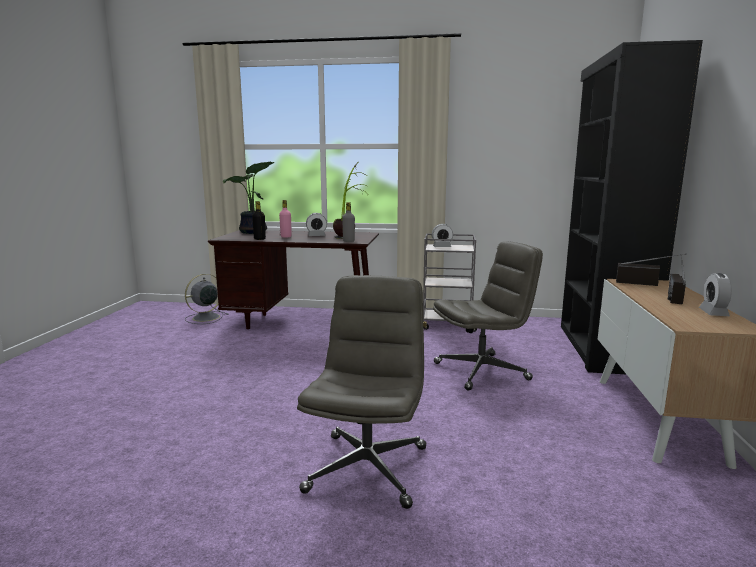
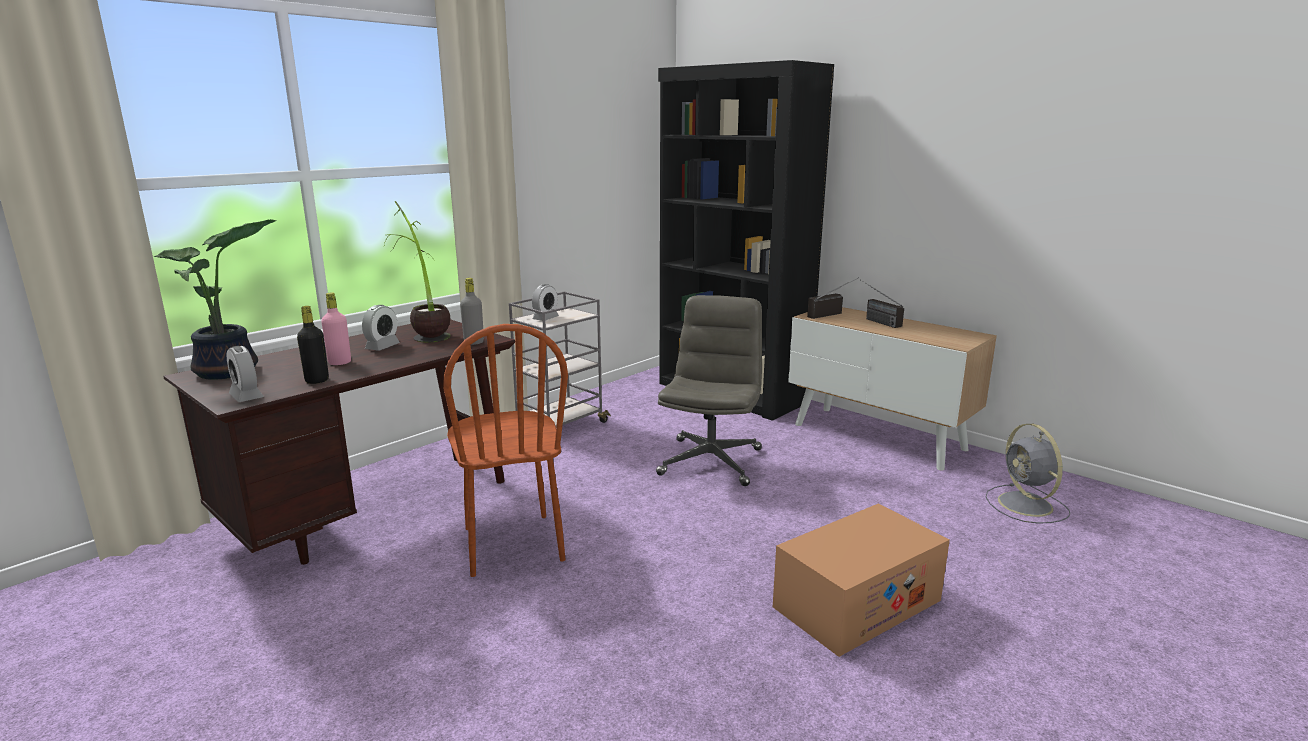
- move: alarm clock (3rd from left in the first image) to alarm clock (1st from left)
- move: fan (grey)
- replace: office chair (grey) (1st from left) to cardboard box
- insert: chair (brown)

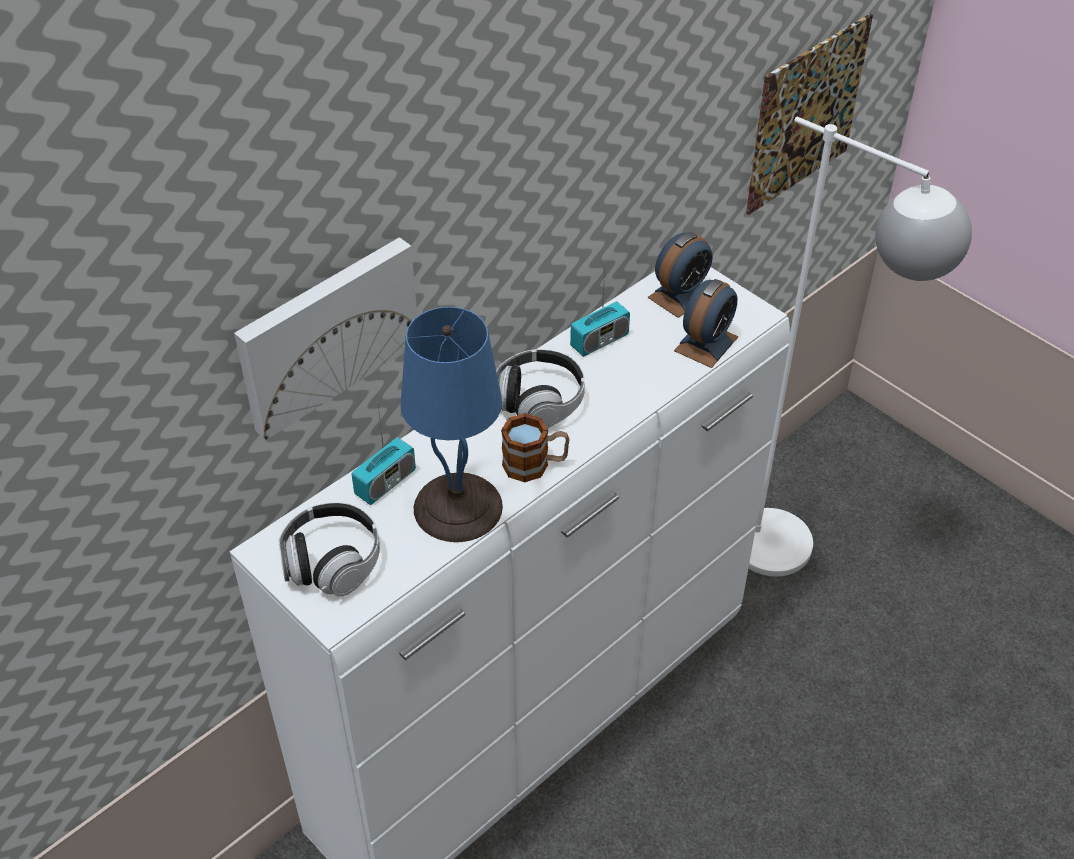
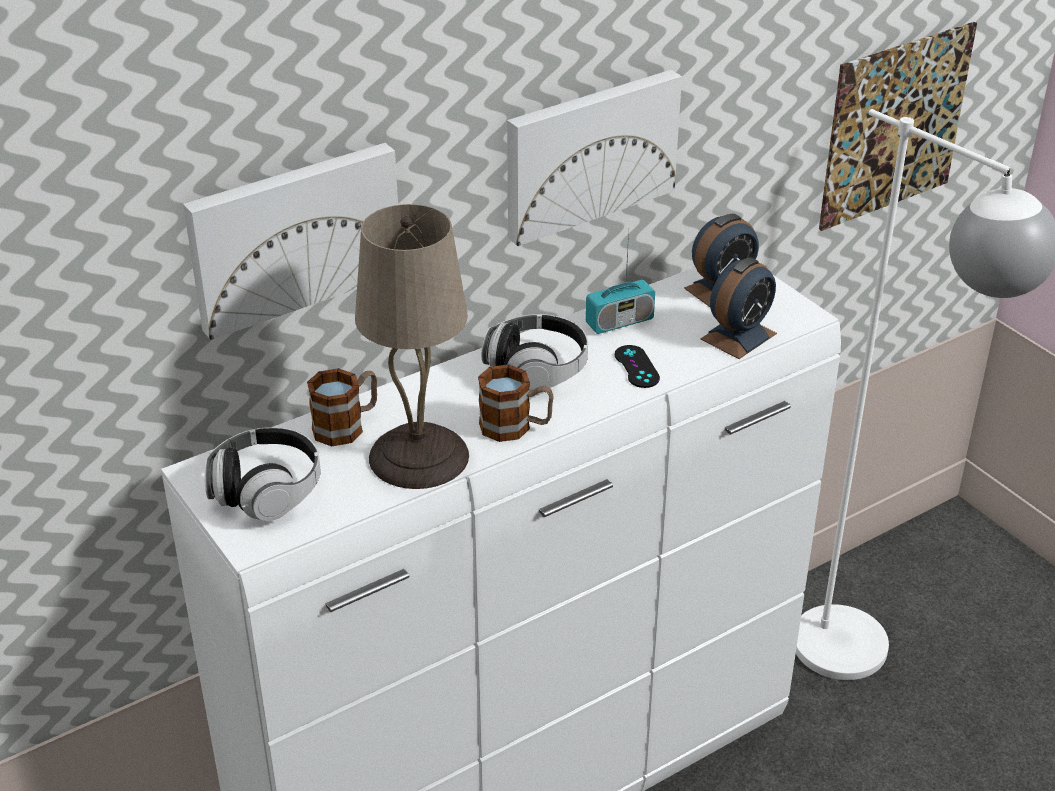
- recolor: table lamp (blue) to table lamp (beige)
- replace: radio (1st from left) to mug (1st from left)
- insert: picture (2nd from left)
- insert: game controller (black)

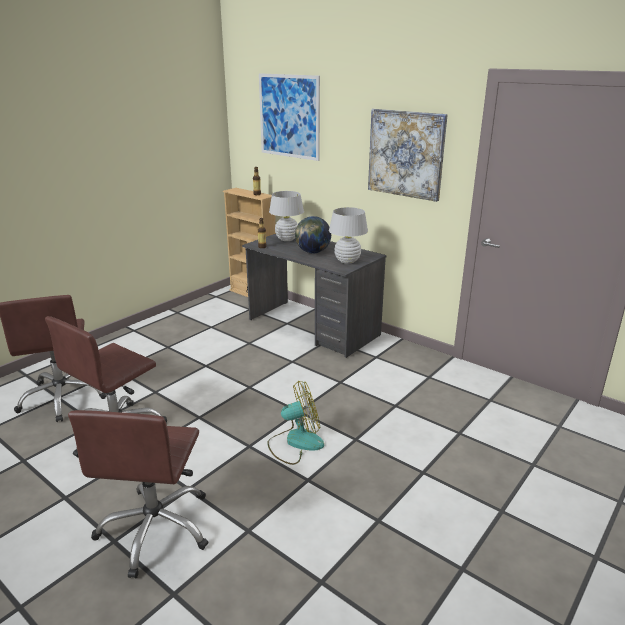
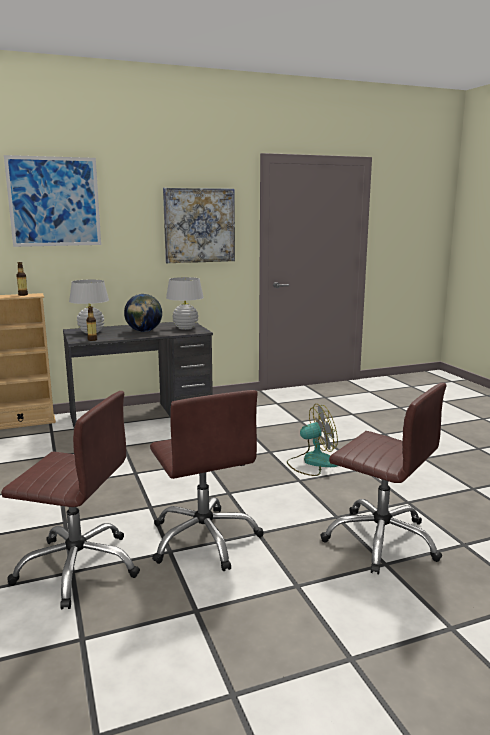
- rotate: fan 60 degrees clockwise

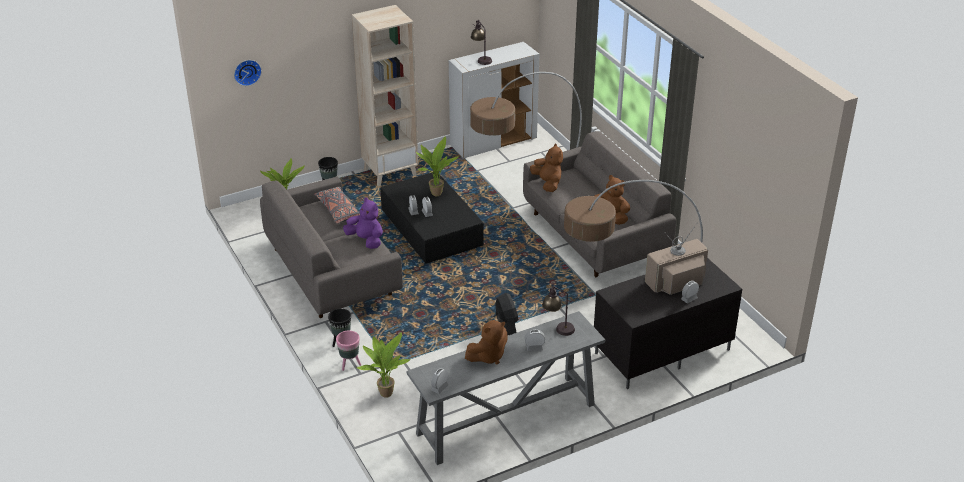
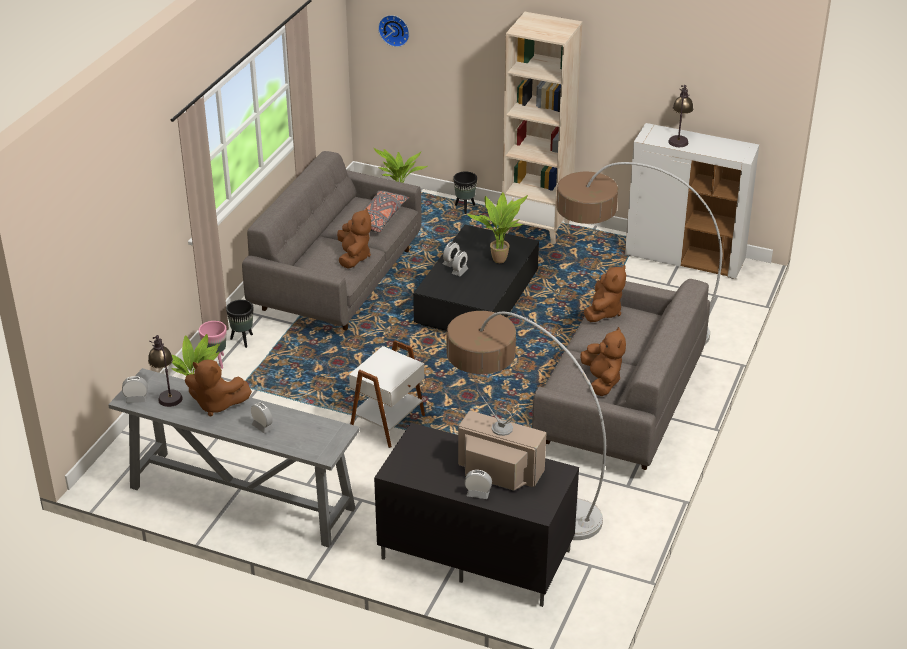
- recolor: plush toy (purple) to plush toy (brown) (2nd from left)
- move: table lamp (2nd from left in the first image) to table lamp (1st from left)
- replace: fan (black) to side table (white)

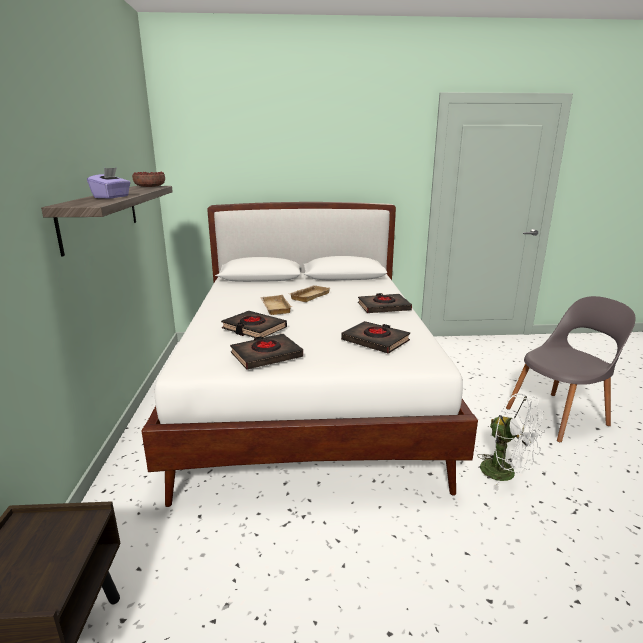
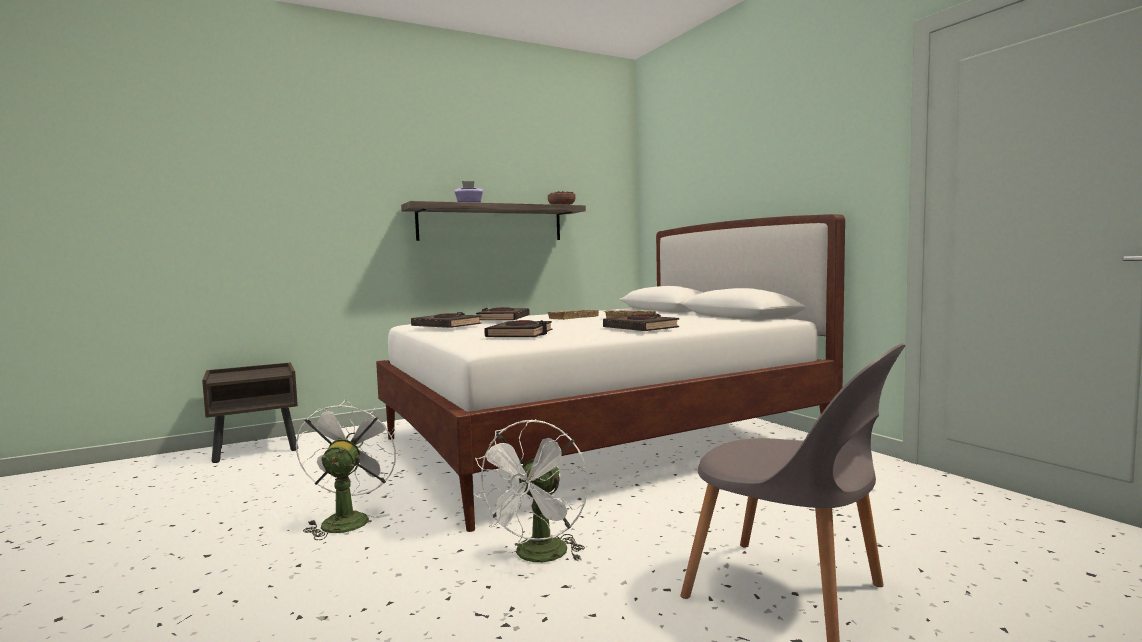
- insert: fan (white) (1st from left)

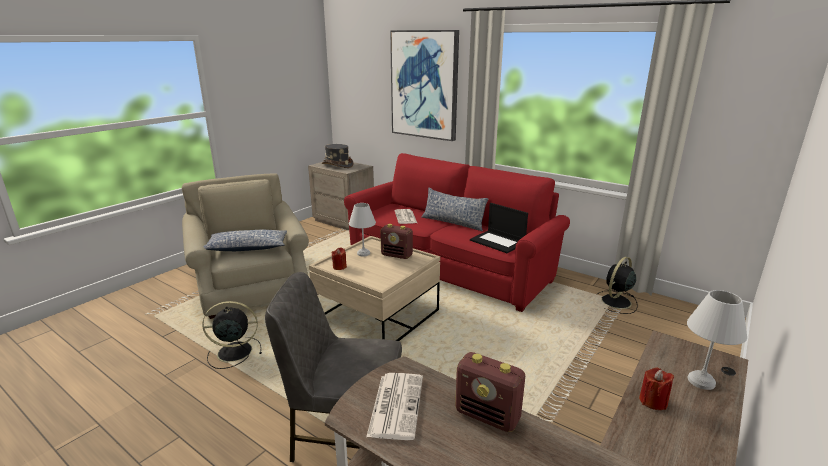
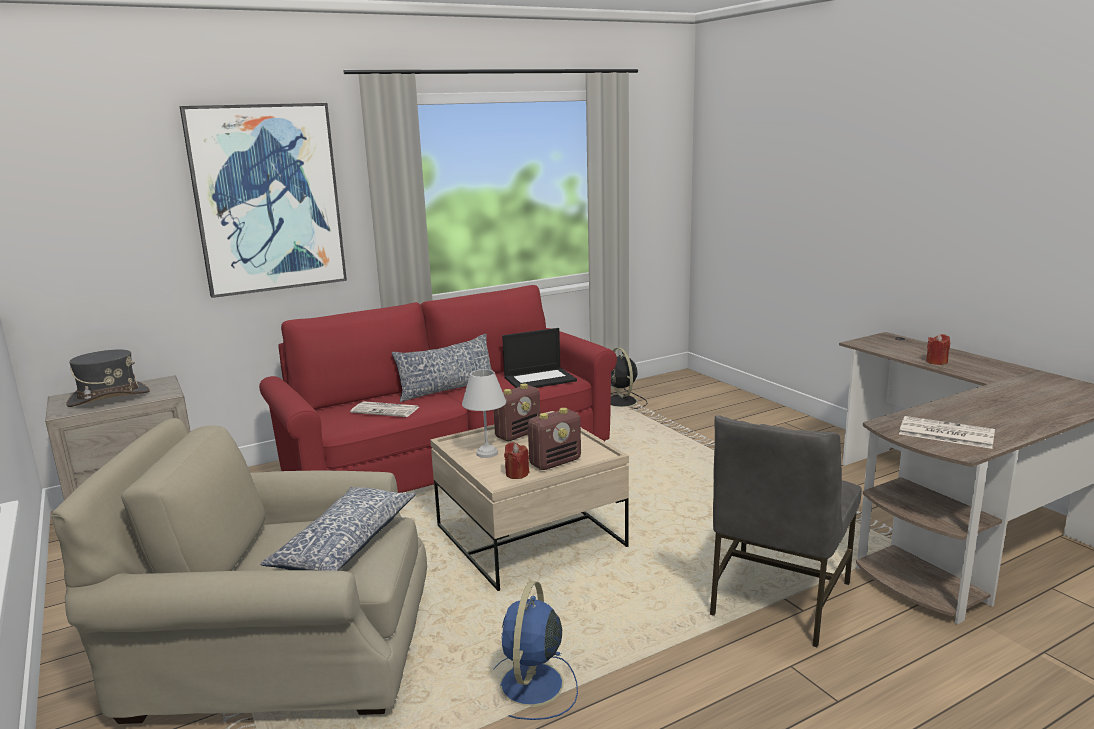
- delete: table lamp (white) (2nd from left)
- recolor: fan (black) (1st from left) to fan (blue)
- move: radio (2nd from left)

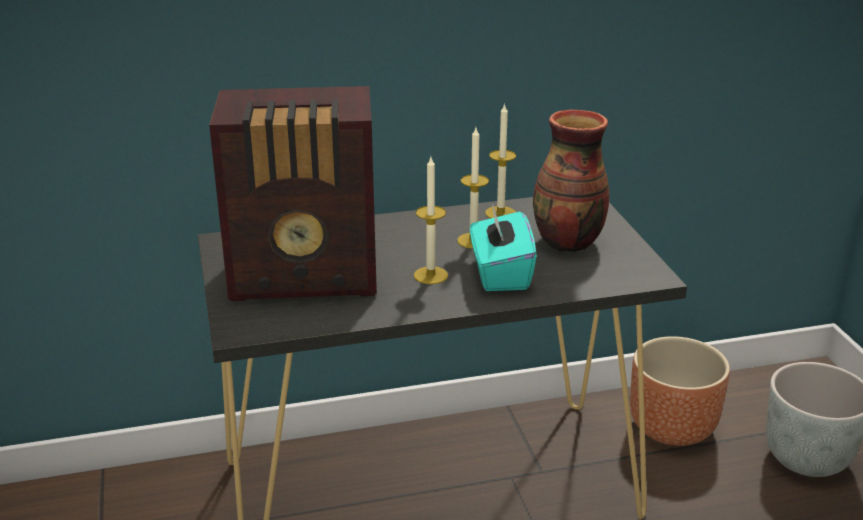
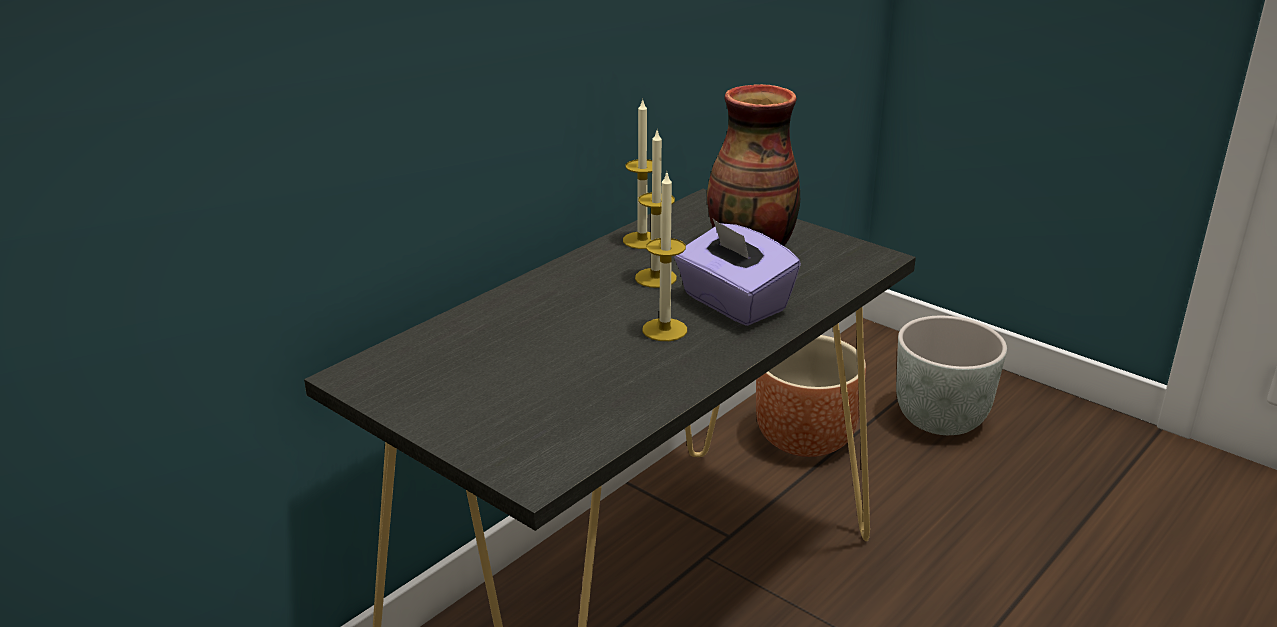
- delete: radio
- recolor: tissue box (turquoise) to tissue box (purple)

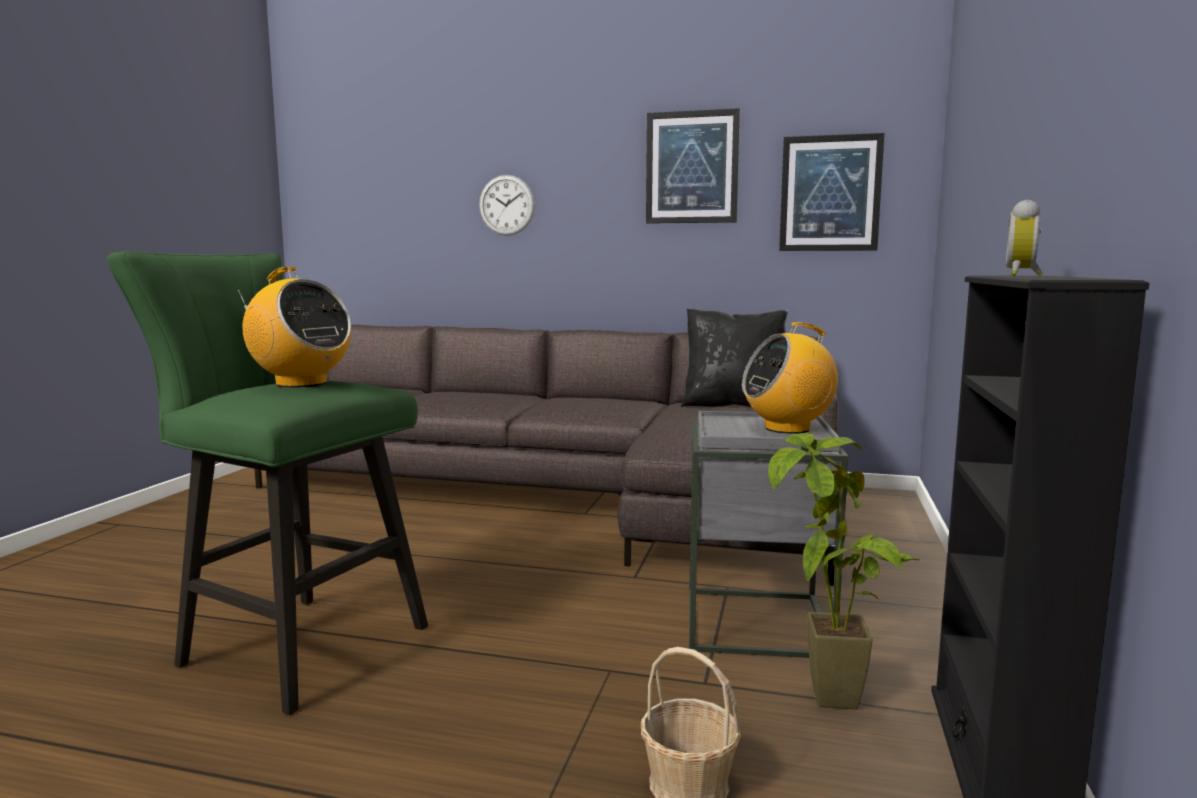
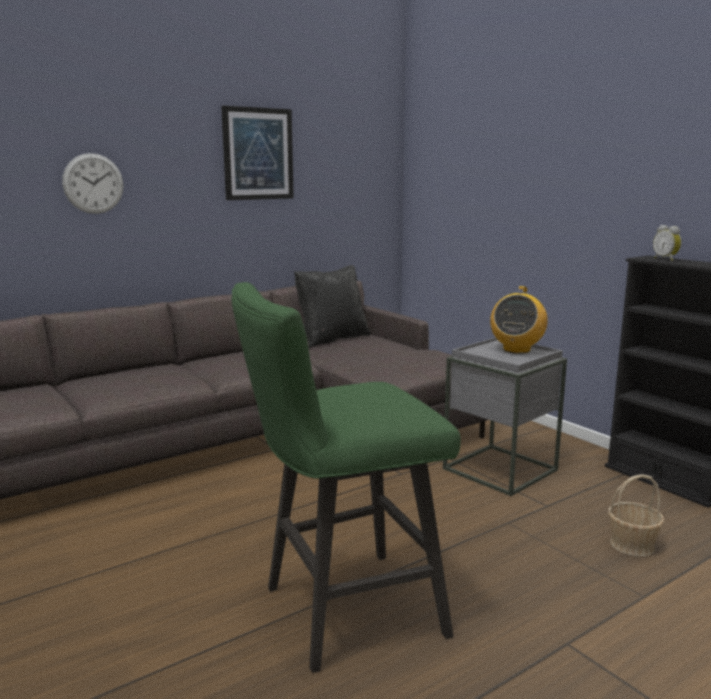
- delete: picture (2nd from left)
- delete: radio (1st from left)
- delete: potted plant

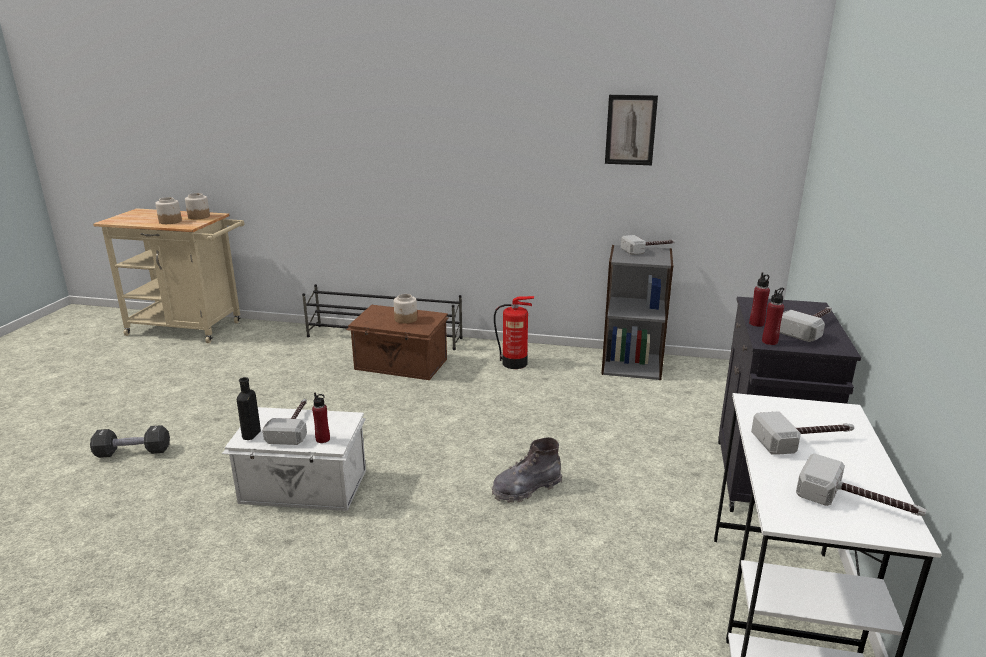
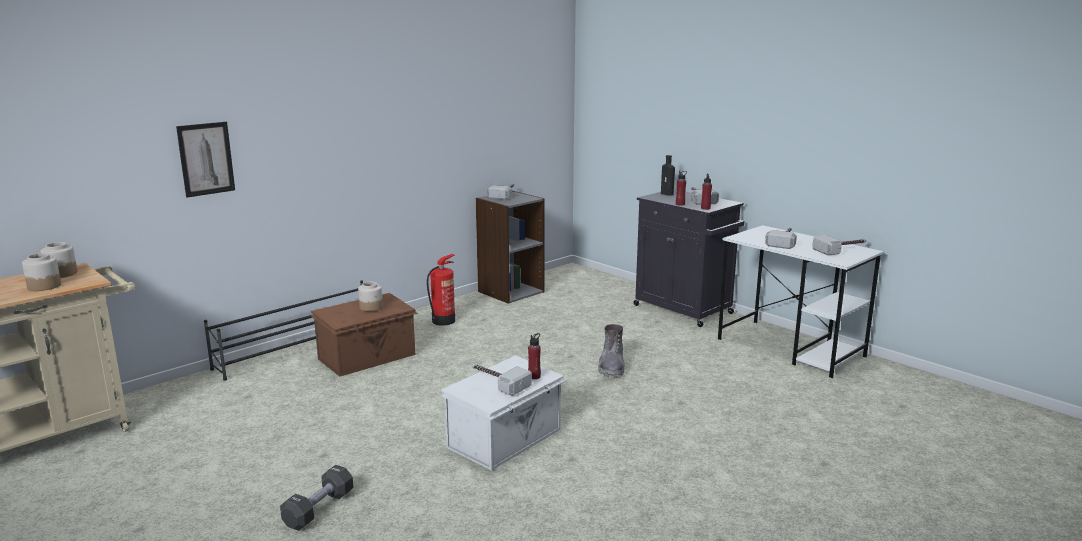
- move: picture
- move: bottle (black)

